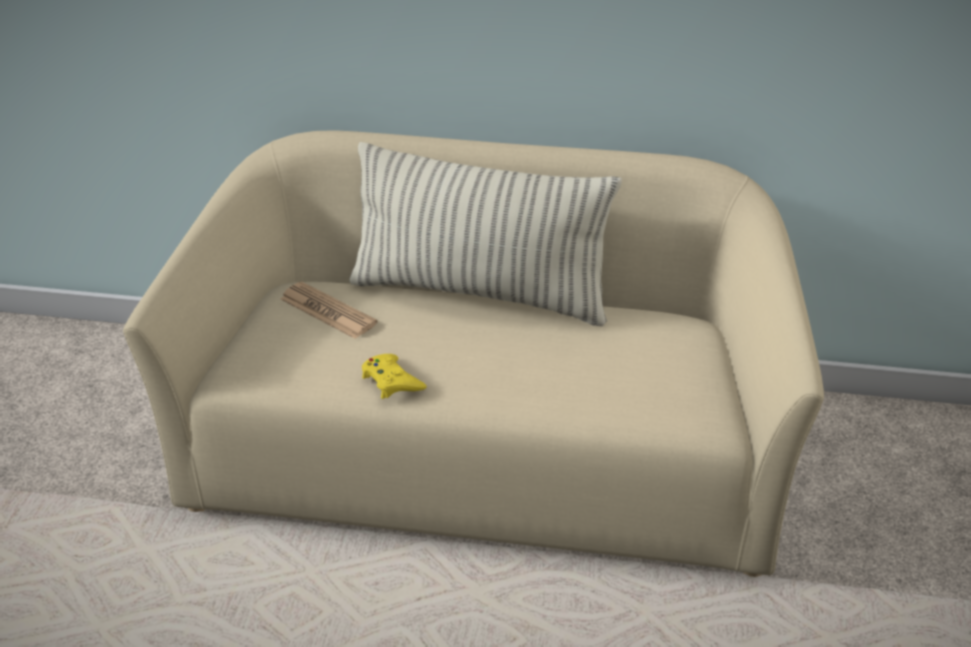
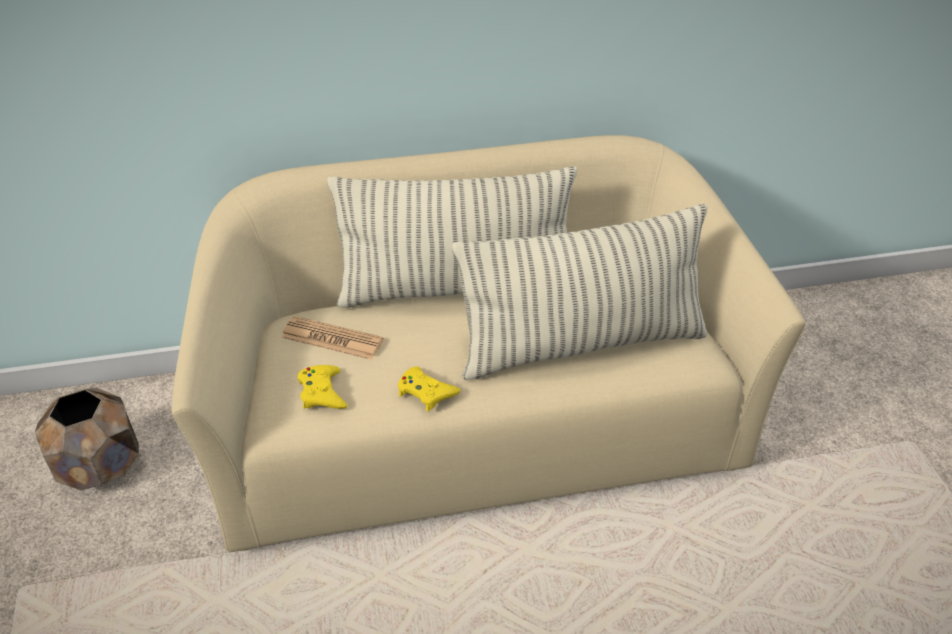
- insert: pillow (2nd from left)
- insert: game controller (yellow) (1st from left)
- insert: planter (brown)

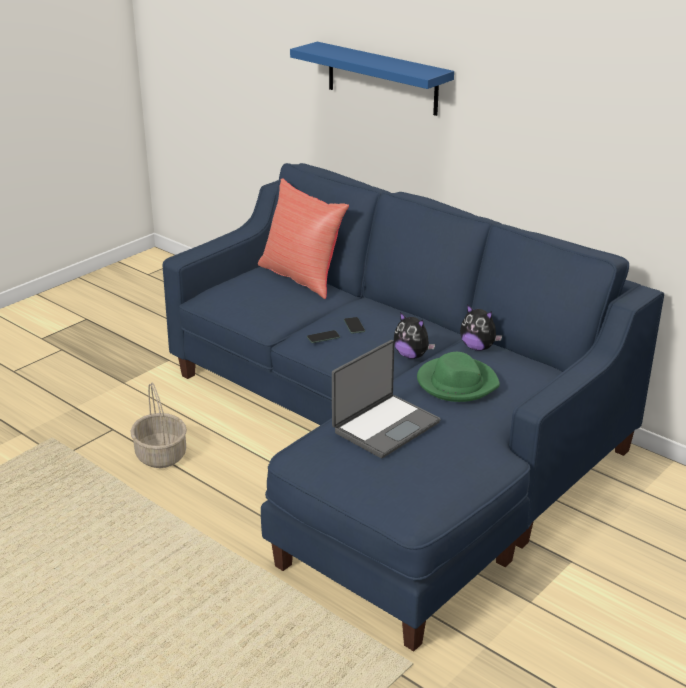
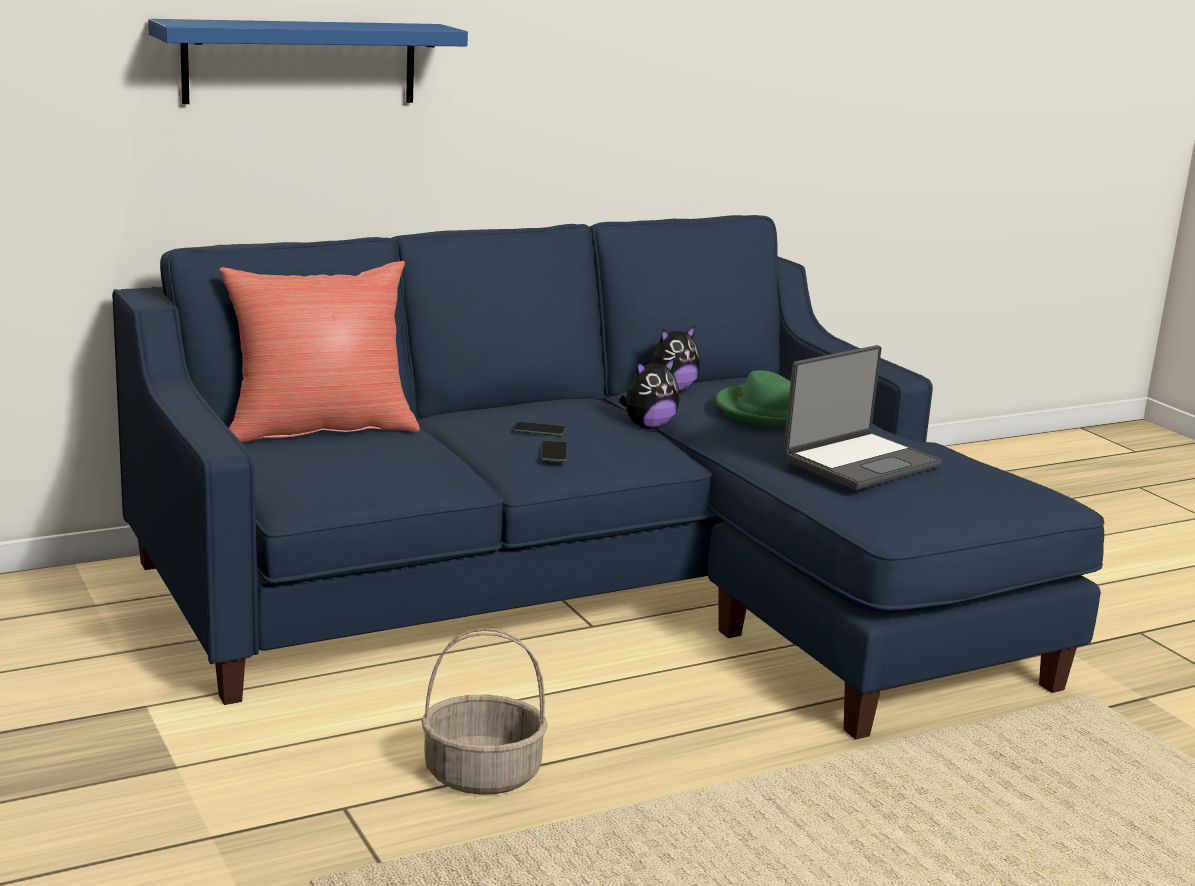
- rotate: laptop 75 degrees clockwise

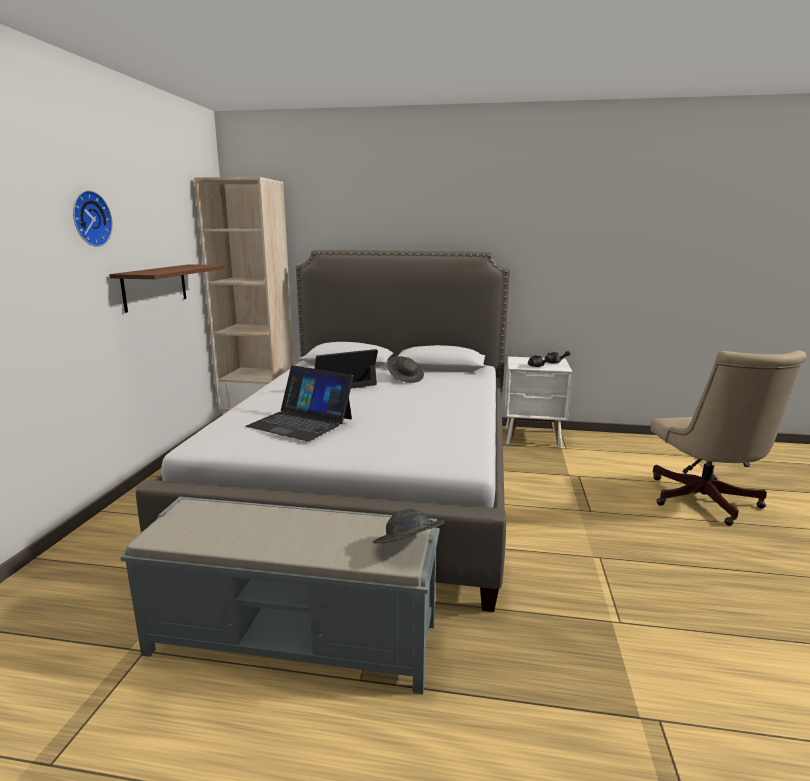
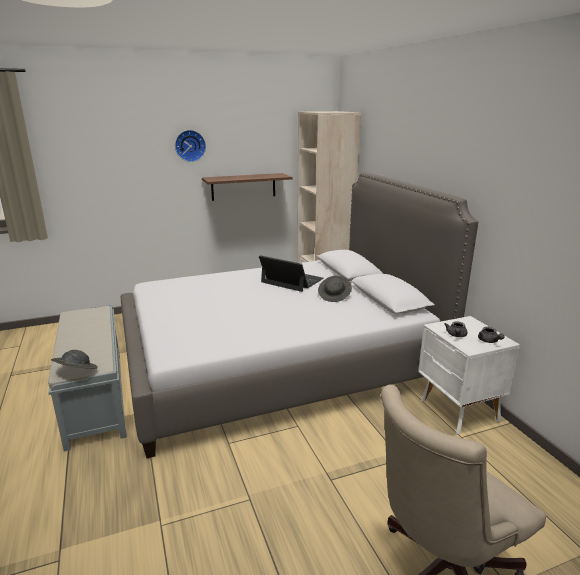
- delete: laptop (1st from left)

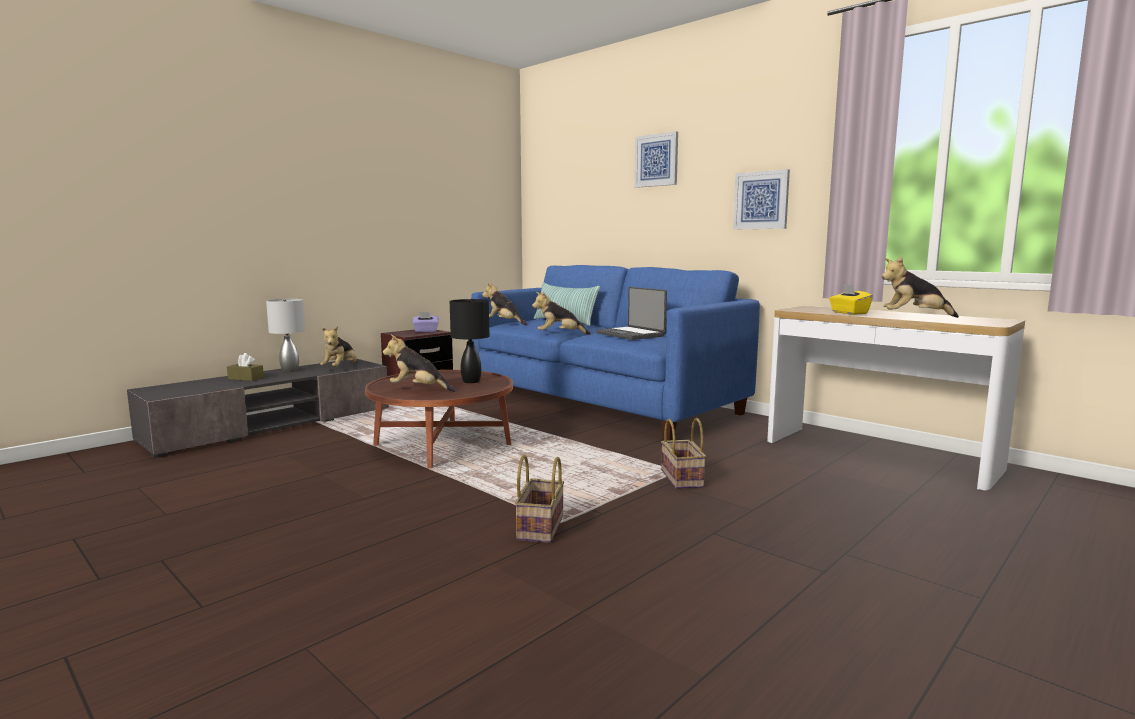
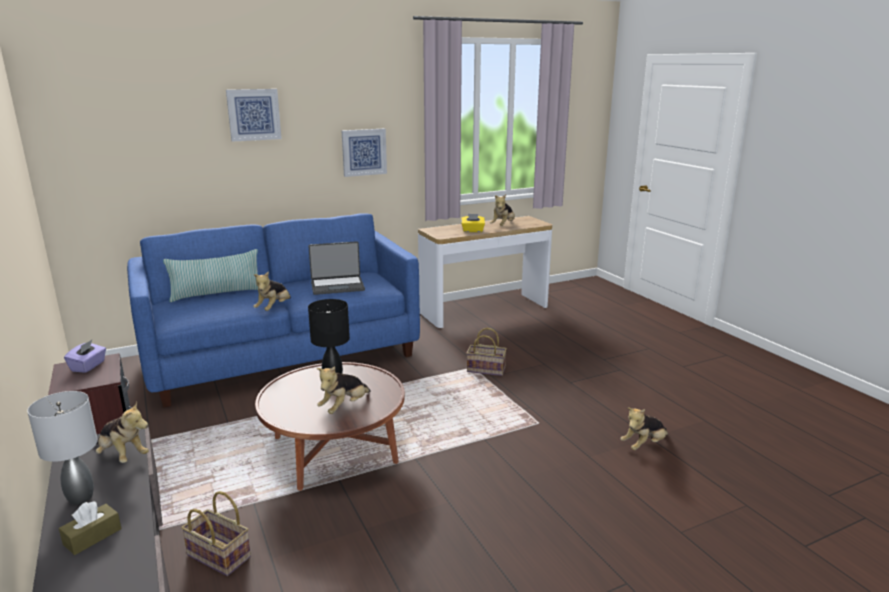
- move: plush toy (3rd from left in the first image) to plush toy (5th from left)
- move: basket (1st from left)

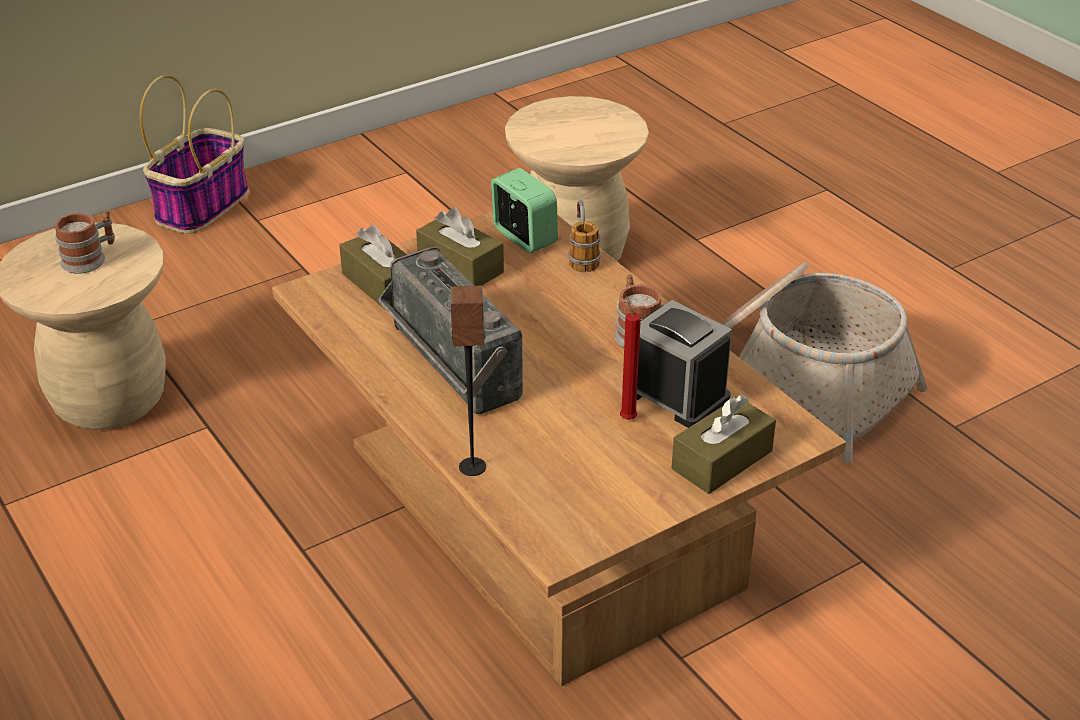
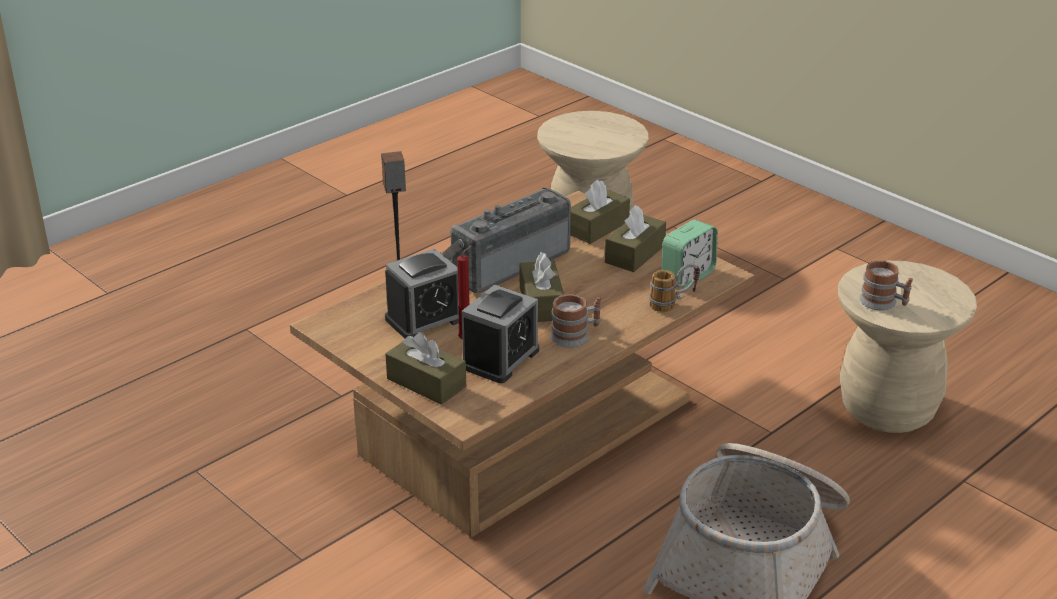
- delete: basket (1st from left)
- move: mug (1st from left in the first image) to mug (3rd from left)
- insert: alarm clock (1st from left)
- insert: tissue box (brown) (2nd from left)

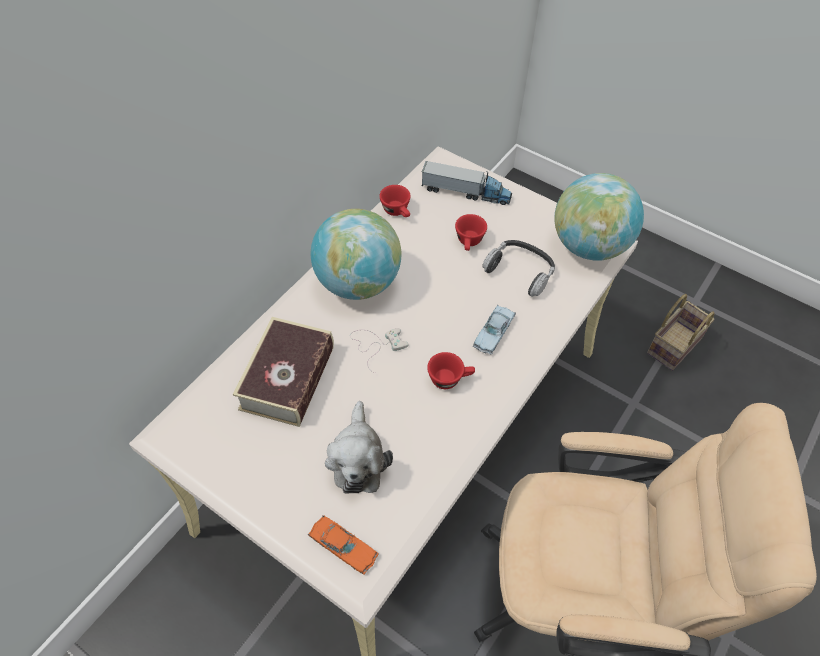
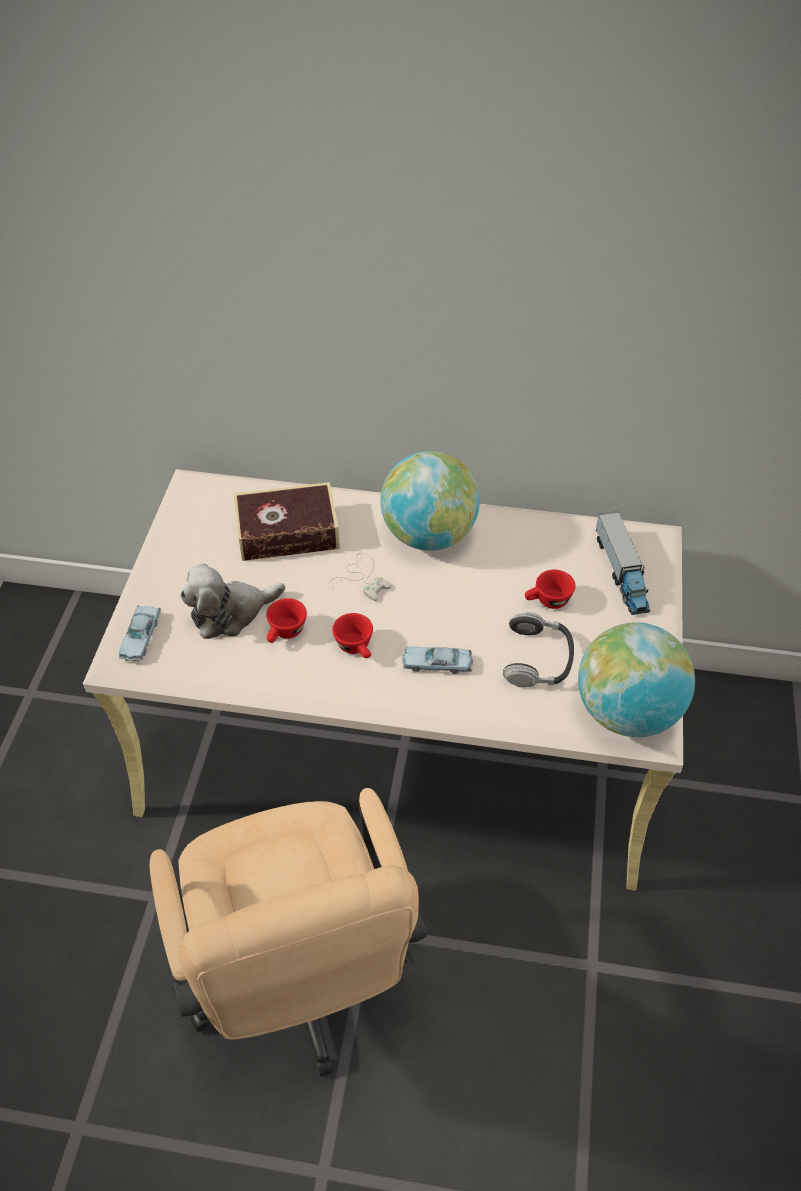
- move: cup (red) (1st from left)
- delete: basket
- recolor: toy car (orange) to toy car (blue) (1st from left)

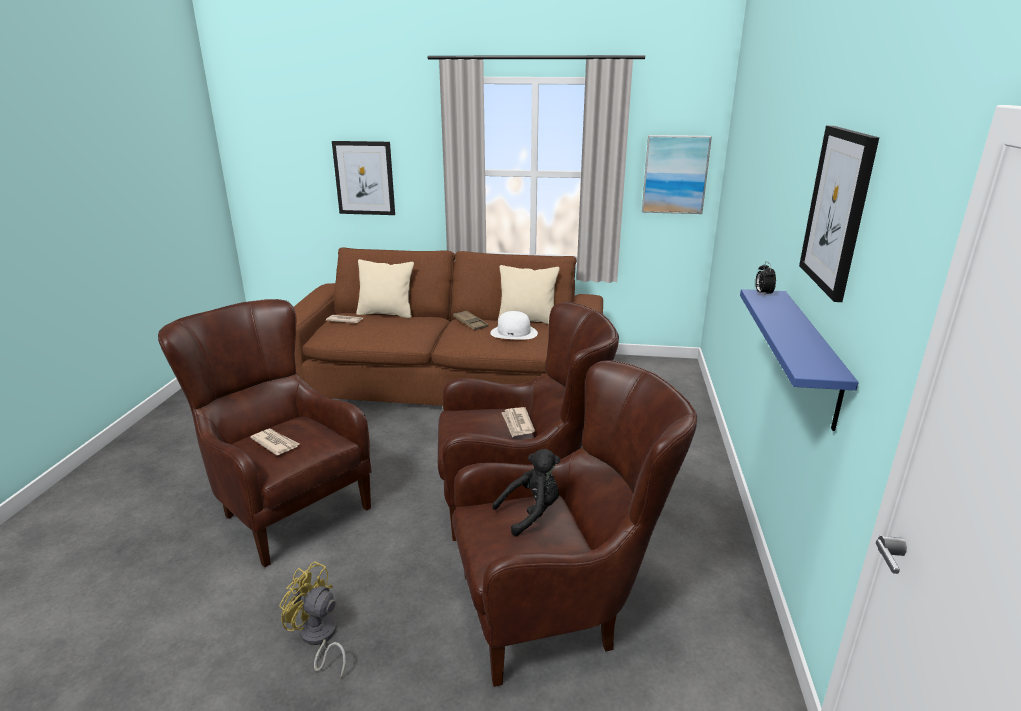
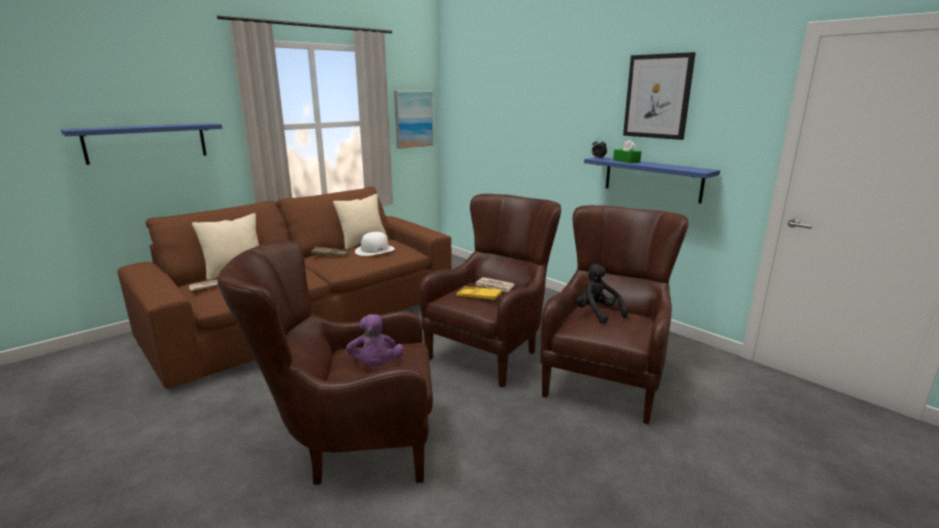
- replace: picture (1st from left) to shelf (blue) (1st from left)
- replace: newspaper (1st from left) to plush toy (purple)
- rotate: plush toy (black) 45 degrees counterclockwise
- delete: fan (yellow)
- insert: tissue box (green)
- insert: tray (yellow)

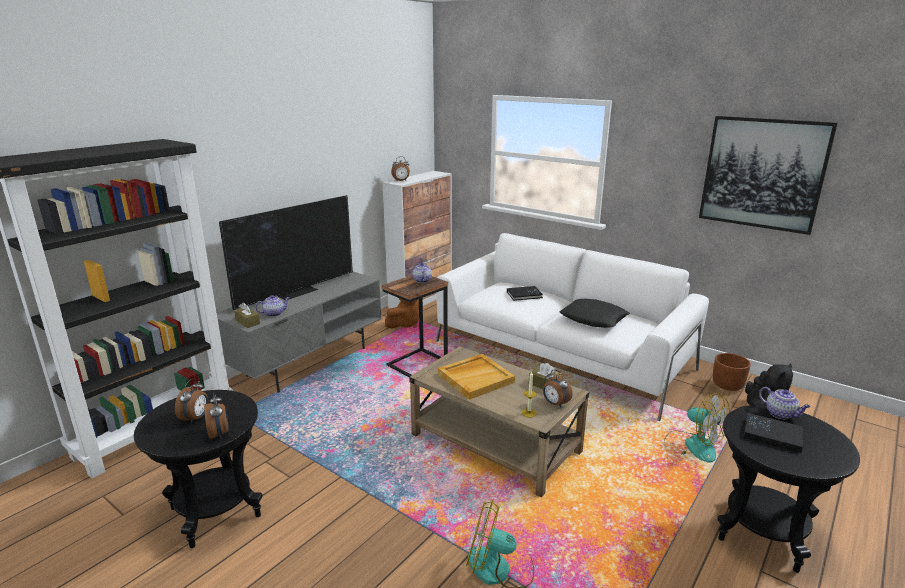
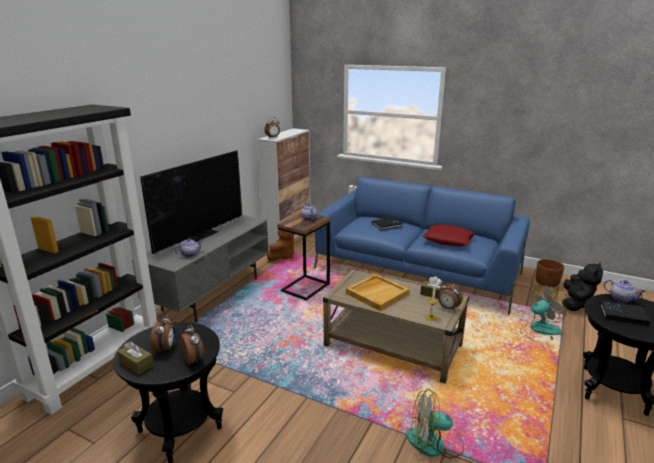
- delete: picture
- recolor: sofa (white) to sofa (blue)
- recolor: pillow (black) to pillow (red)
- move: tissue box (brown) (1st from left)
- rotate: fan (2nd from left) 60 degrees counterclockwise

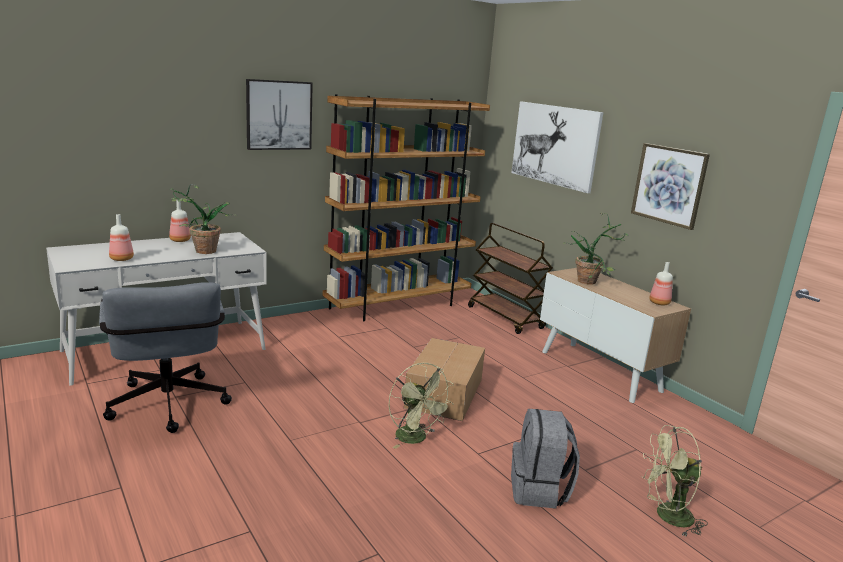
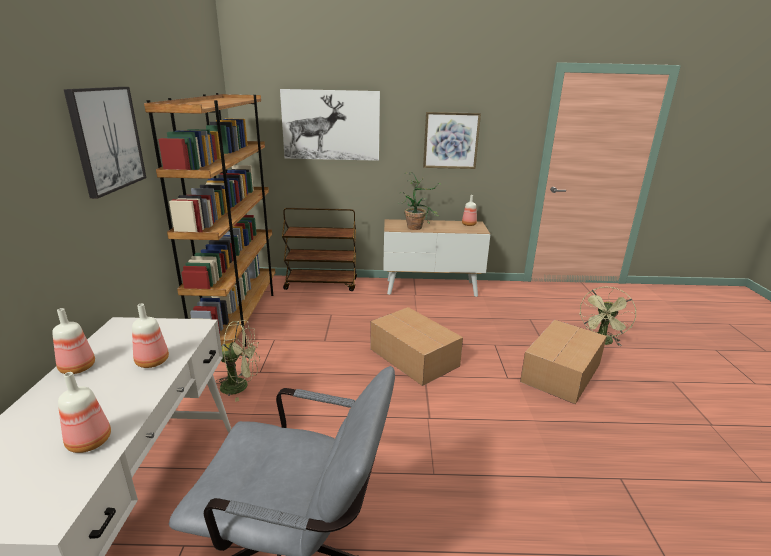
- replace: potted plant (1st from left) to bottle (3rd from left)
- move: fan (green) (1st from left)
- replace: backpack (grey) to cardboard box (2nd from left)

